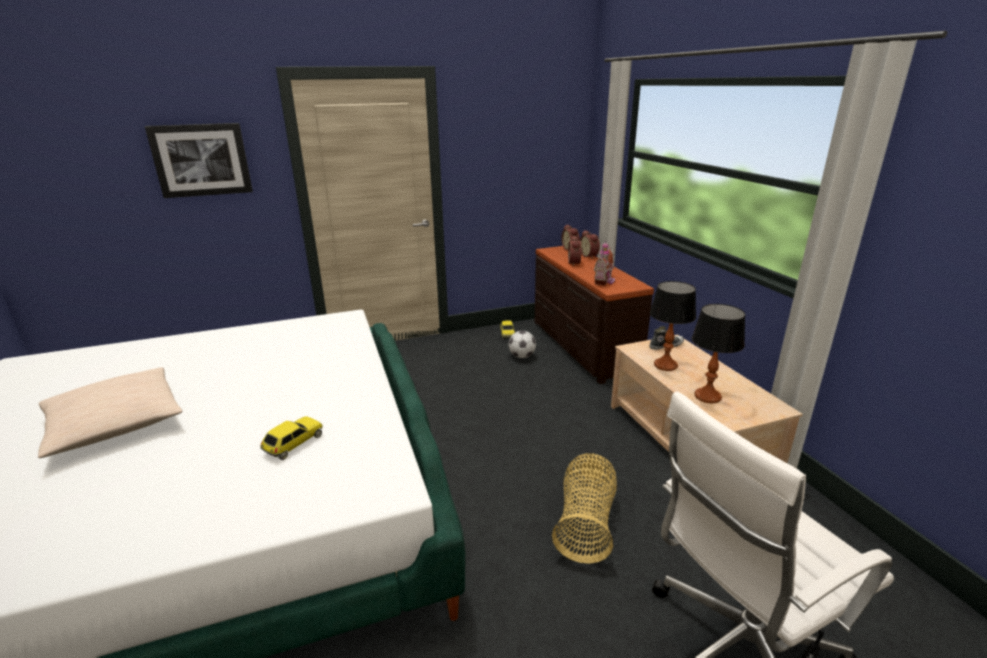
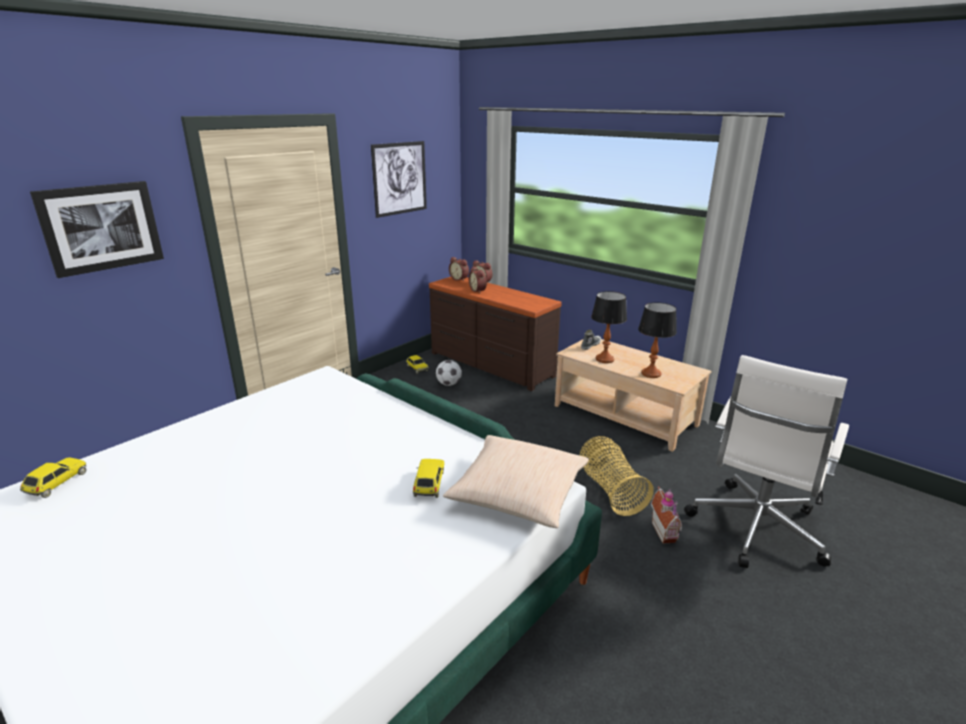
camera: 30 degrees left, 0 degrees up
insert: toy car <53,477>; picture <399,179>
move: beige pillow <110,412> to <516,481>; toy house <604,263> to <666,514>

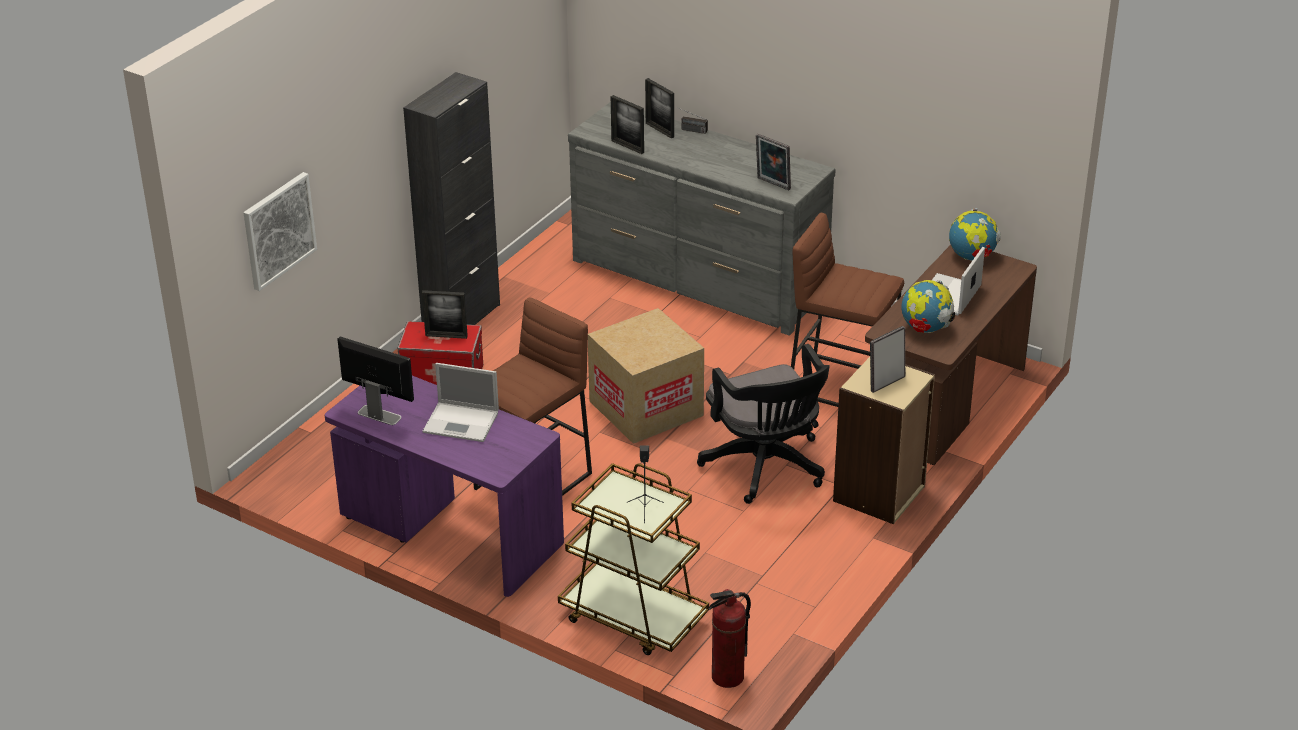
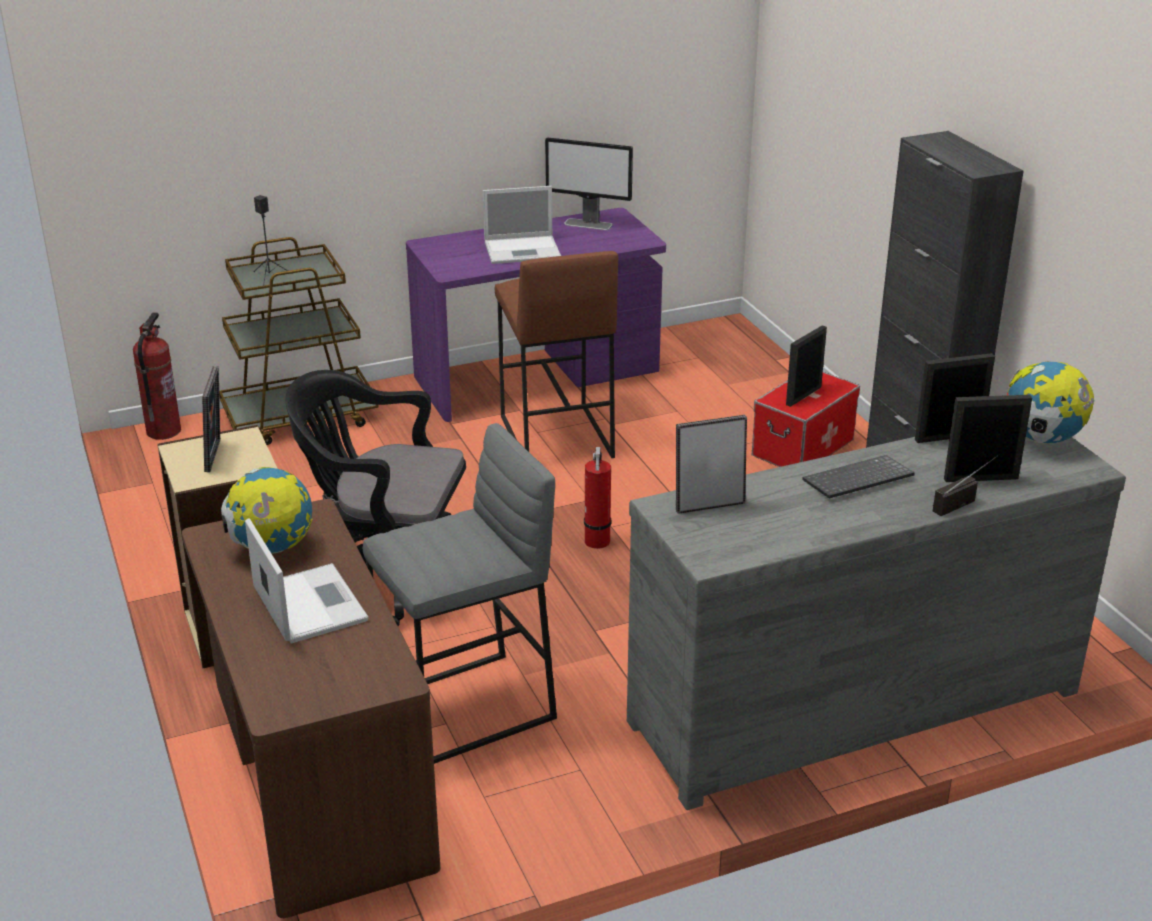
camera: 125 degrees right, 5 degrees down
delete: picture <280,231>
insert: keyboard <858,477>
move: globe <975,234> to <1051,403>
replace: cardboard box <646,376> to fire extinguisher <597,498>
recolor: brown stool <847,310> to grey stool <460,593>
rotate: monitor <375,381> = <589,183> 45 degrees clockwise; laptop <460,402> = <522,225> 150 degrees counterclockwise

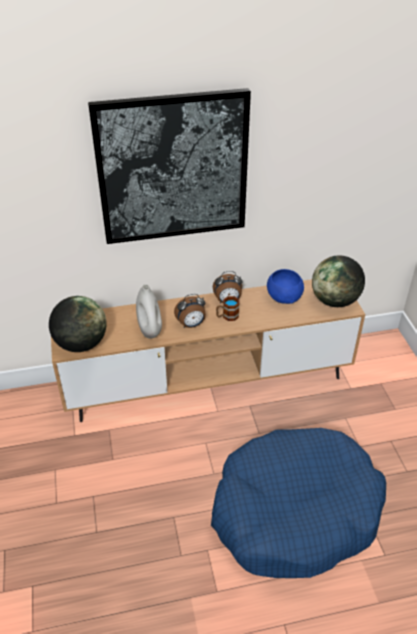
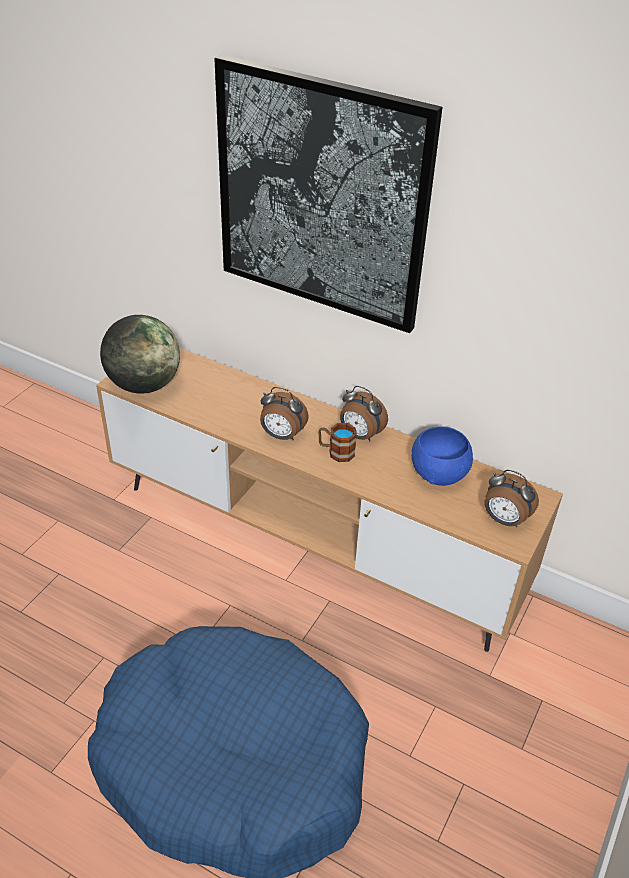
camera: 40 degrees right, 0 degrees up
delete: white vase <149,311>
replace: globe <338,281> to alarm clock <511,498>

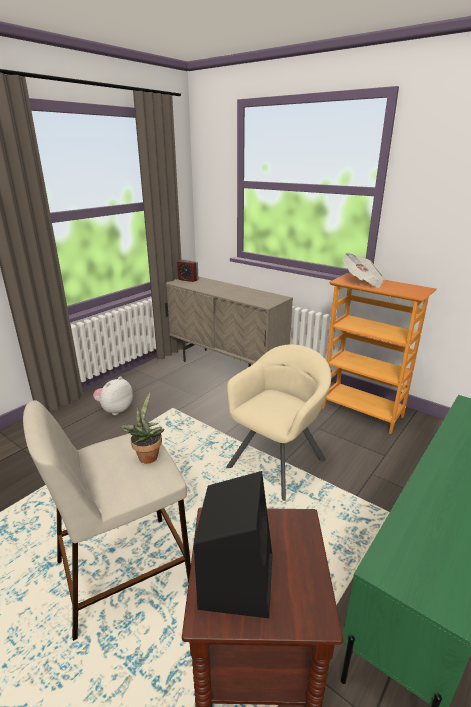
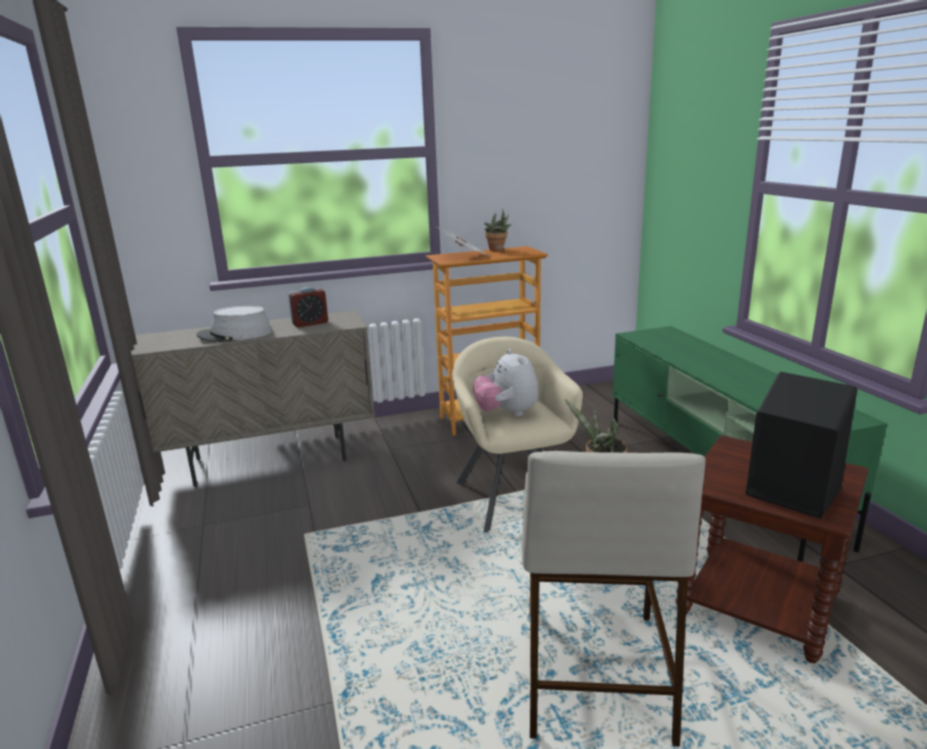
camera: 55 degrees left, 5 degrees down
insert: grey hat <234,324>; potted plant <498,230>
move: plush toy <113,396> to <505,382>; alarm clock <187,270> to <308,307>

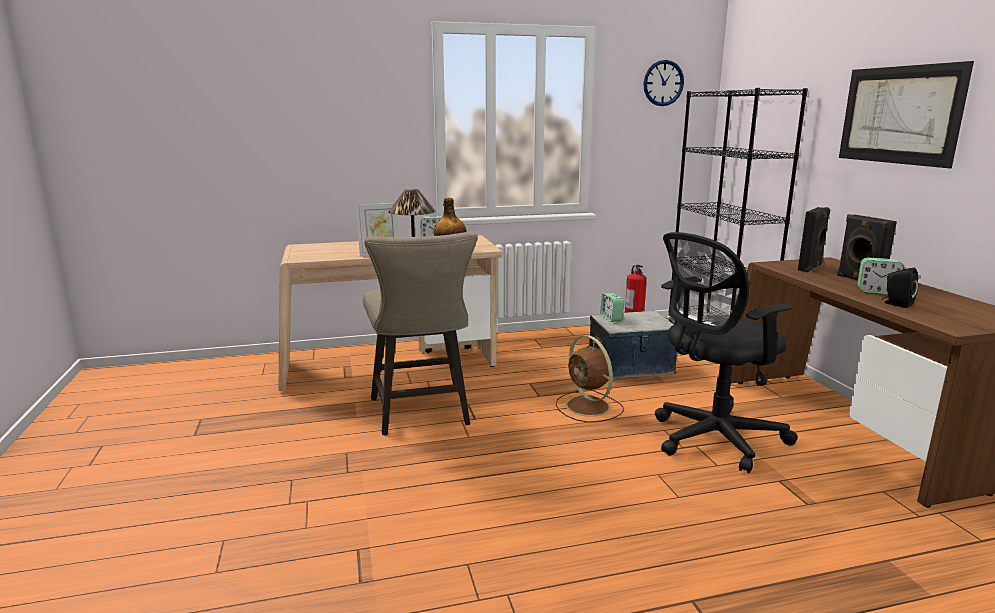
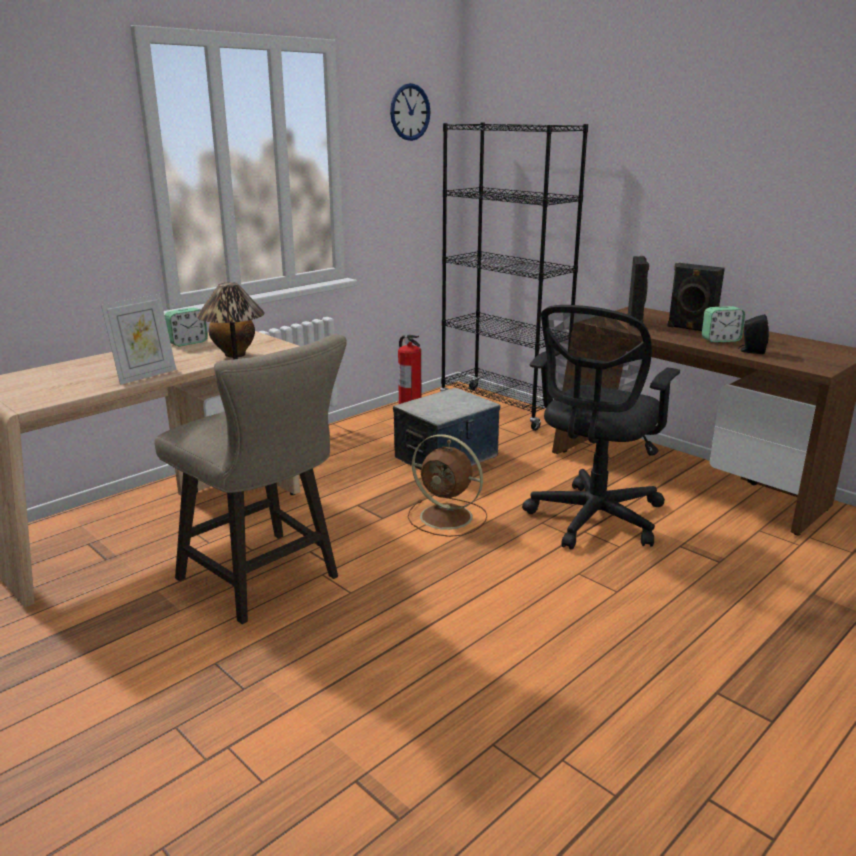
camera: 30 degrees left, 5 degrees up
delete: alarm clock <612,307>; picture <906,114>

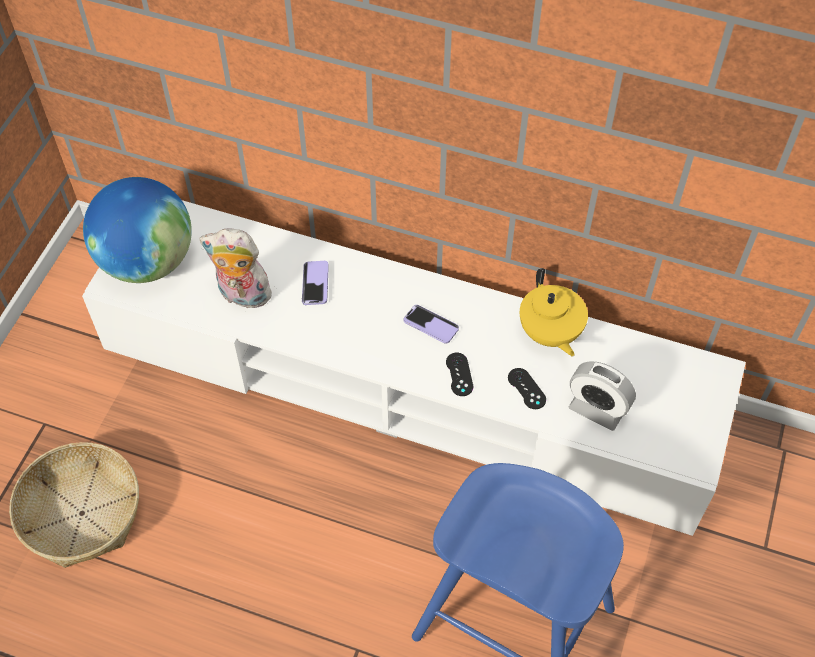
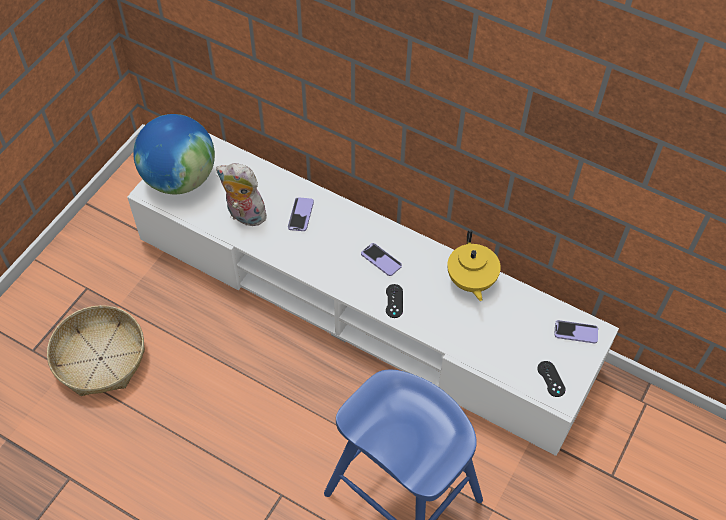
camera: 10 degrees right, 0 degrees up
delete: alarm clock <602,396>
insert: phone <576,331>
move: black game controller <527,388> to <551,379>

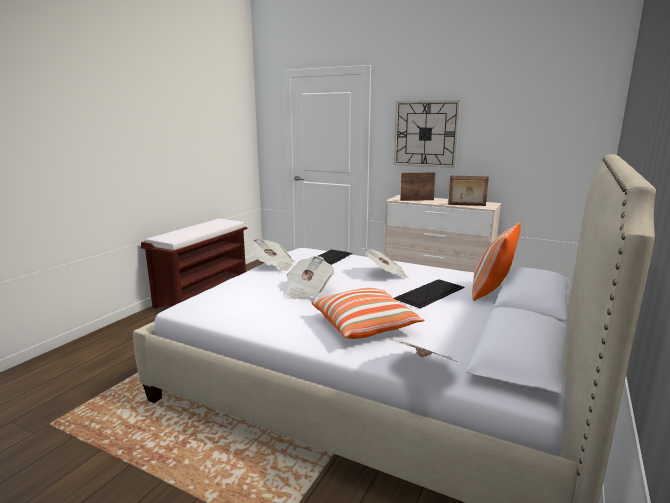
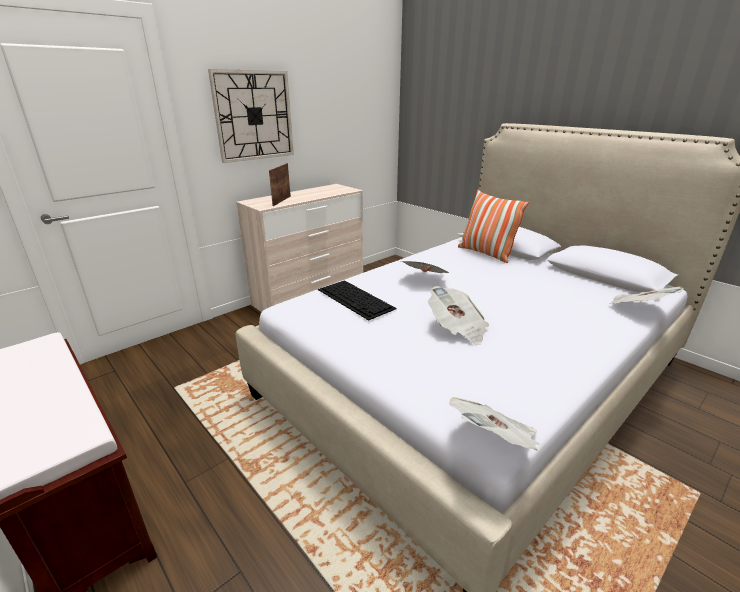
camera: 70 degrees left, 10 degrees up
delete: pillow <367,313>; keyboard <429,293>; picture frame <468,190>
move: newspaper <272,255> to <494,424>

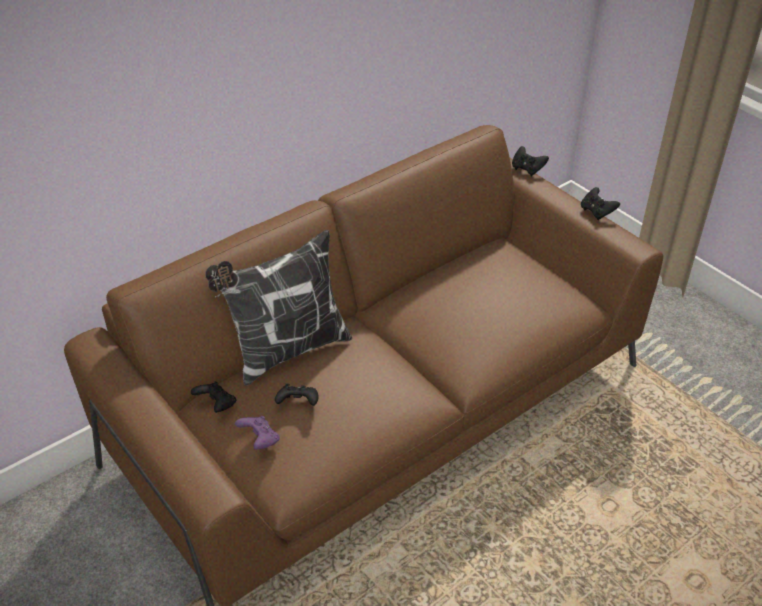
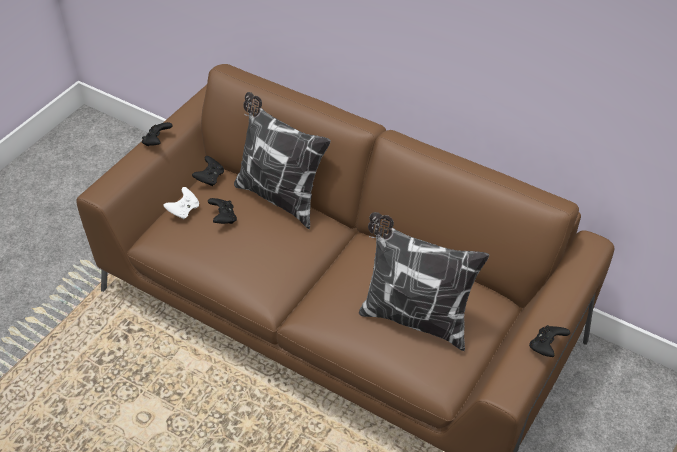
camera: 70 degrees right, 5 degrees up
insert: pillow <424,281>
move: black game controller <530,161> to <157,134>
recolor: purple game controller <257,433> to white game controller <181,203>

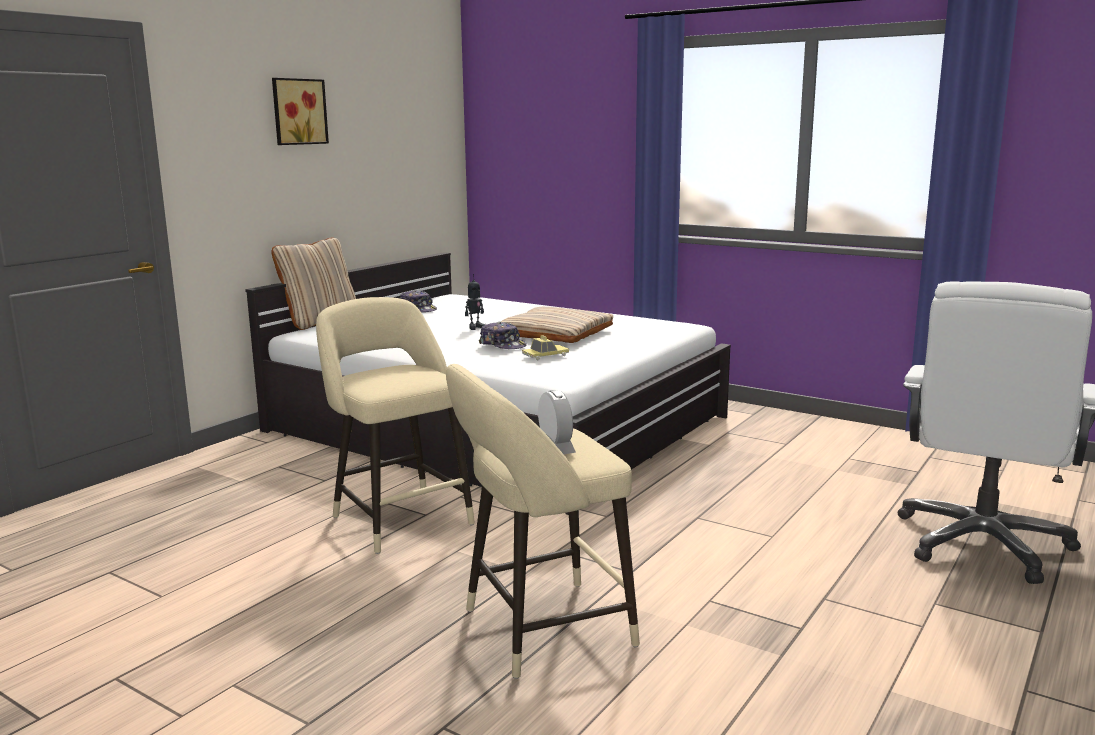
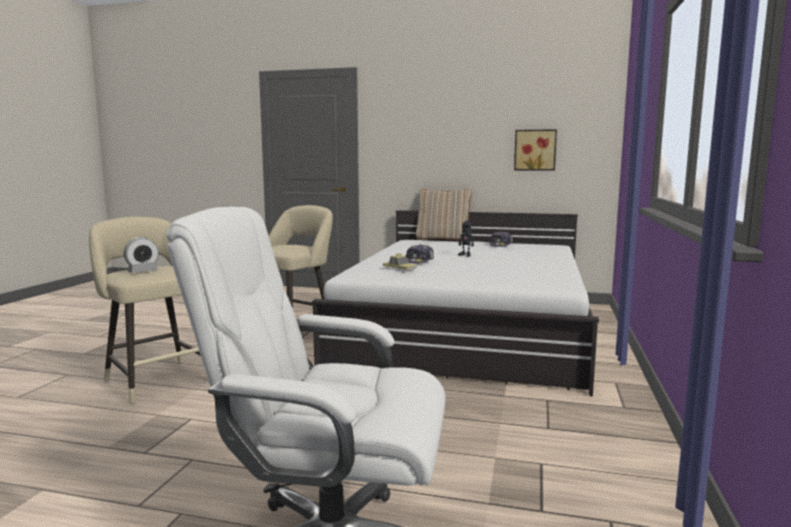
camera: 70 degrees right, 5 degrees down
delete: beige pillow <557,325>
move: picture <300,111> to <535,149>

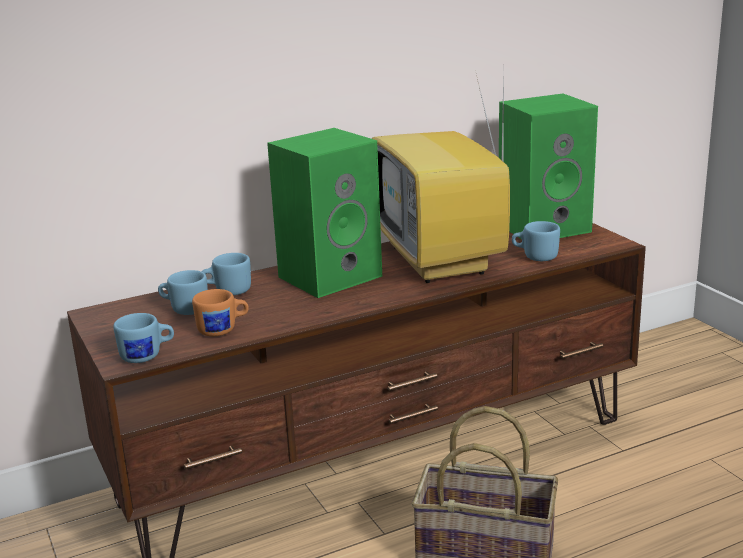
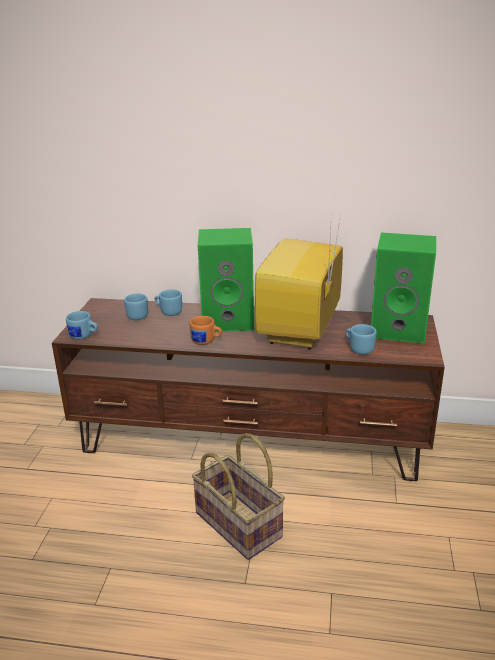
camera: 35 degrees right, 5 degrees up
move: orange mug <220,312> to <205,330>

